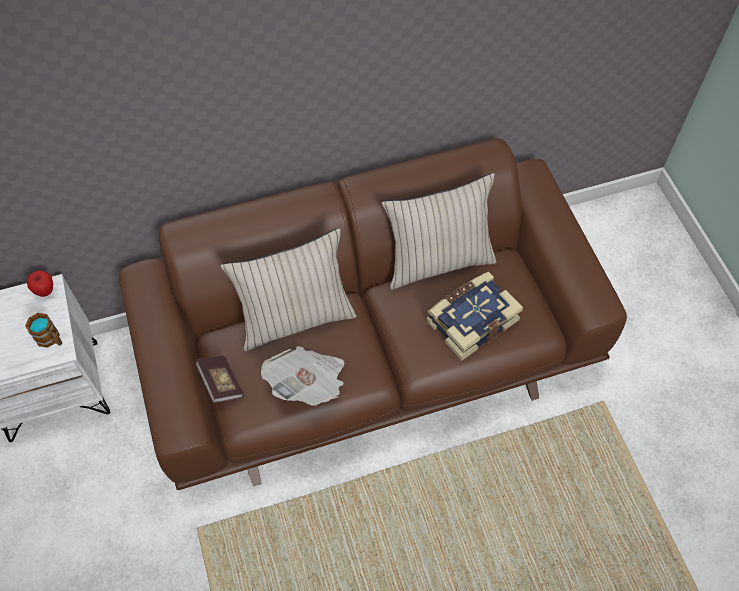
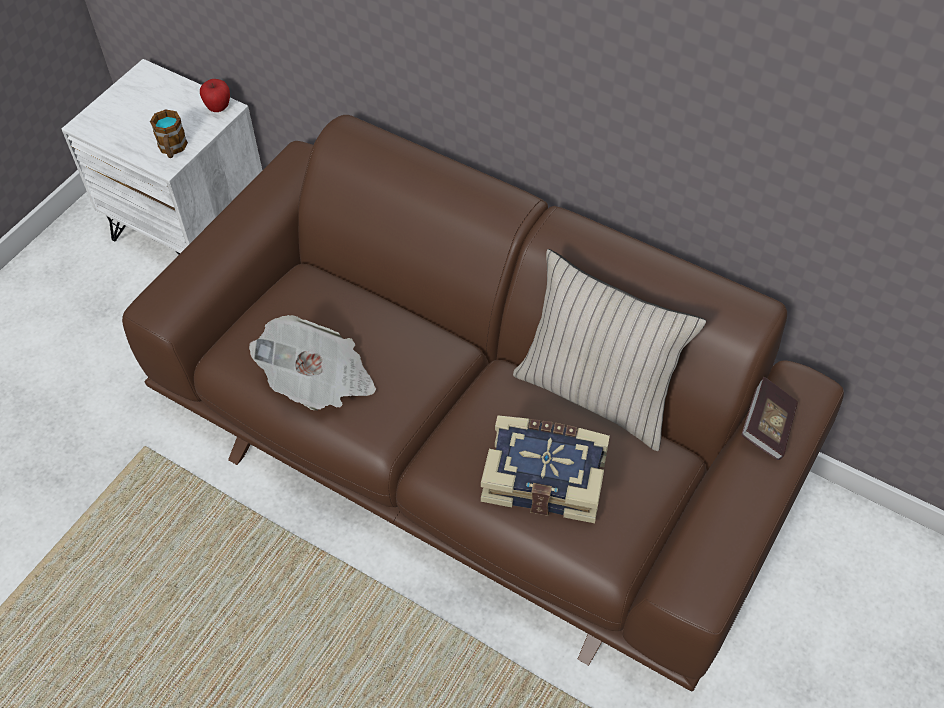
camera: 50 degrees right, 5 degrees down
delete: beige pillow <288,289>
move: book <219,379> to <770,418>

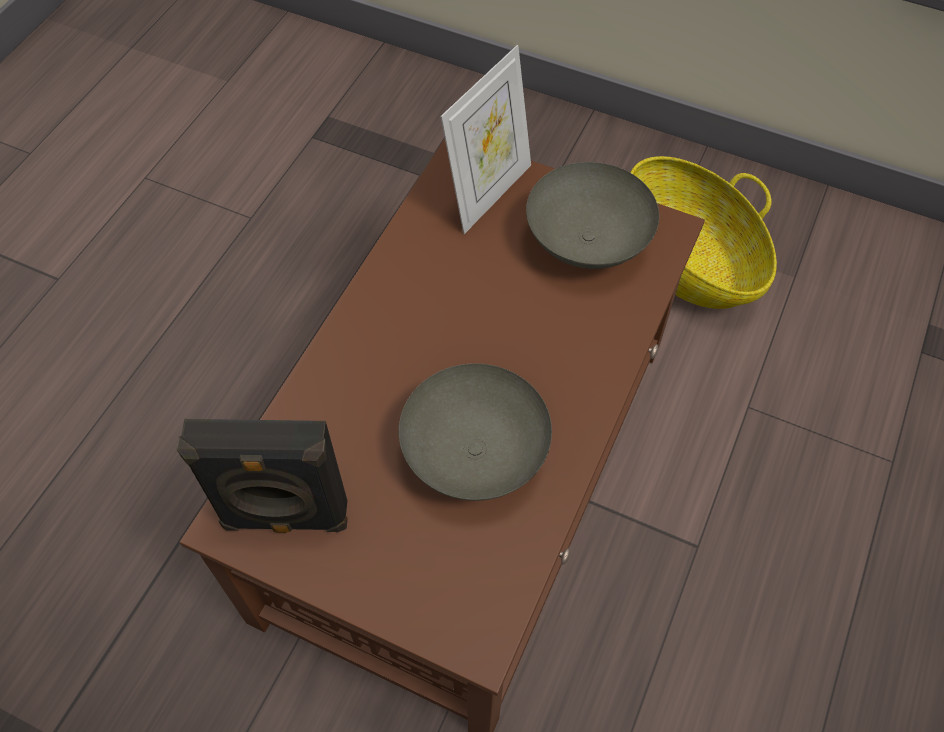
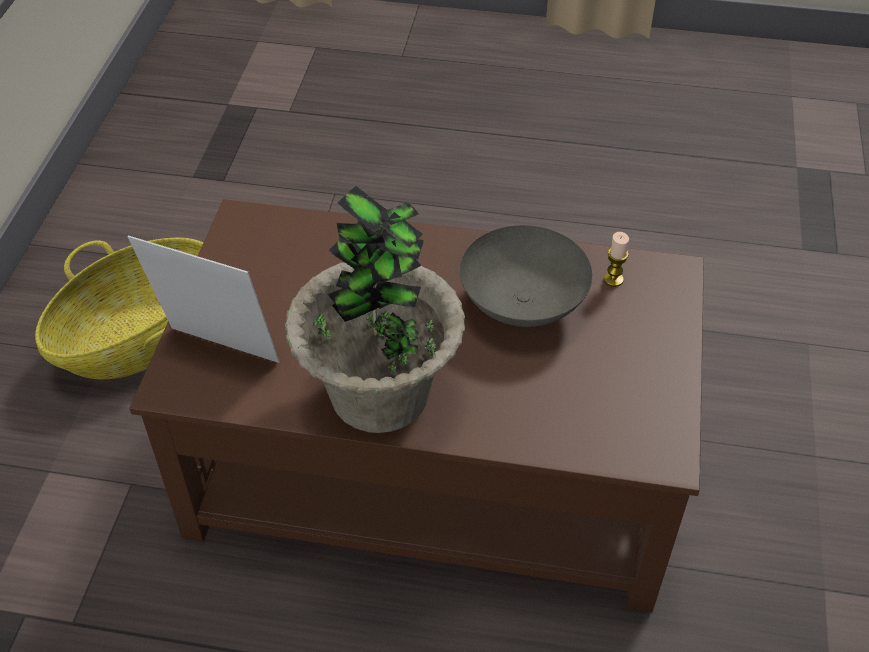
camera: 105 degrees left, 10 degrees down
delete: black speaker <262,476>; grey bowl <592,215>
insert: potted plant <375,309>; candle <616,259>

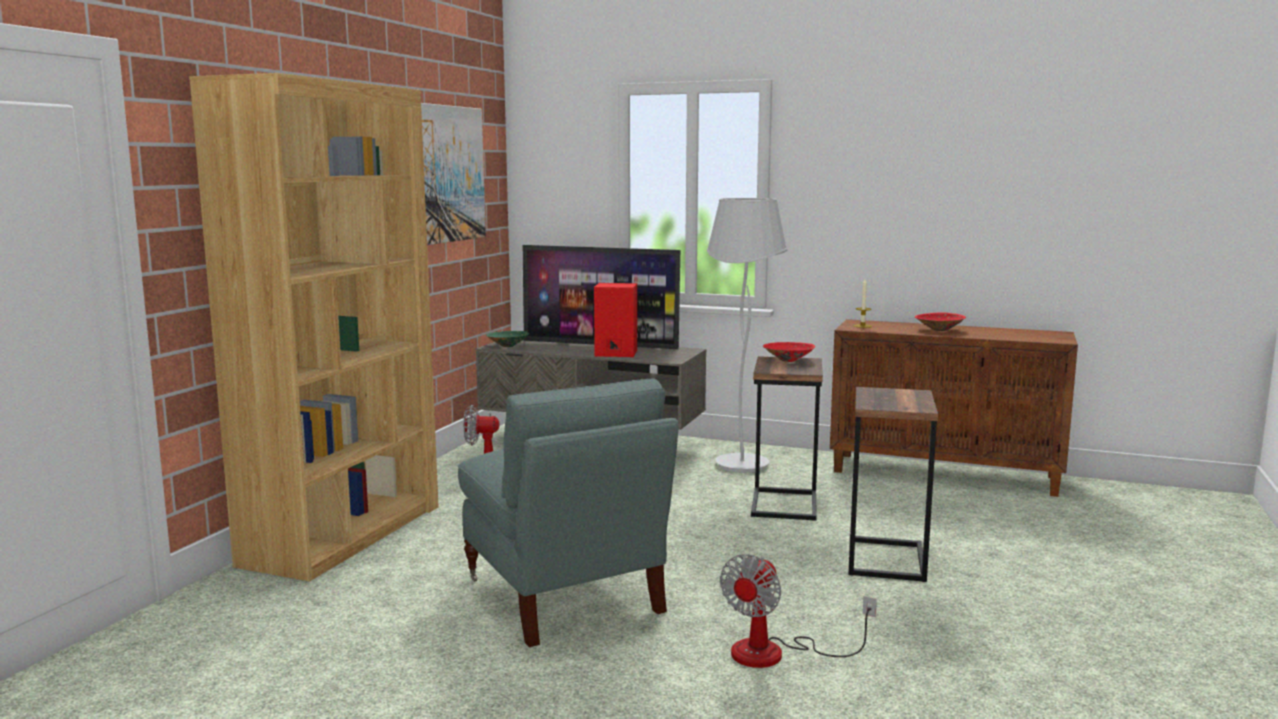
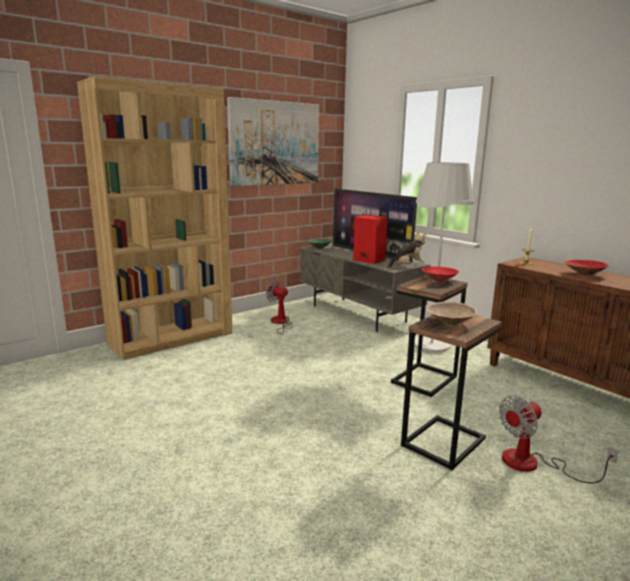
camera: 30 degrees right, 5 degrees up
delete: grey armchair <568,513>
insert: plush toy <407,250>; beige bowl <452,313>
move: fan <798,611> to <559,439>

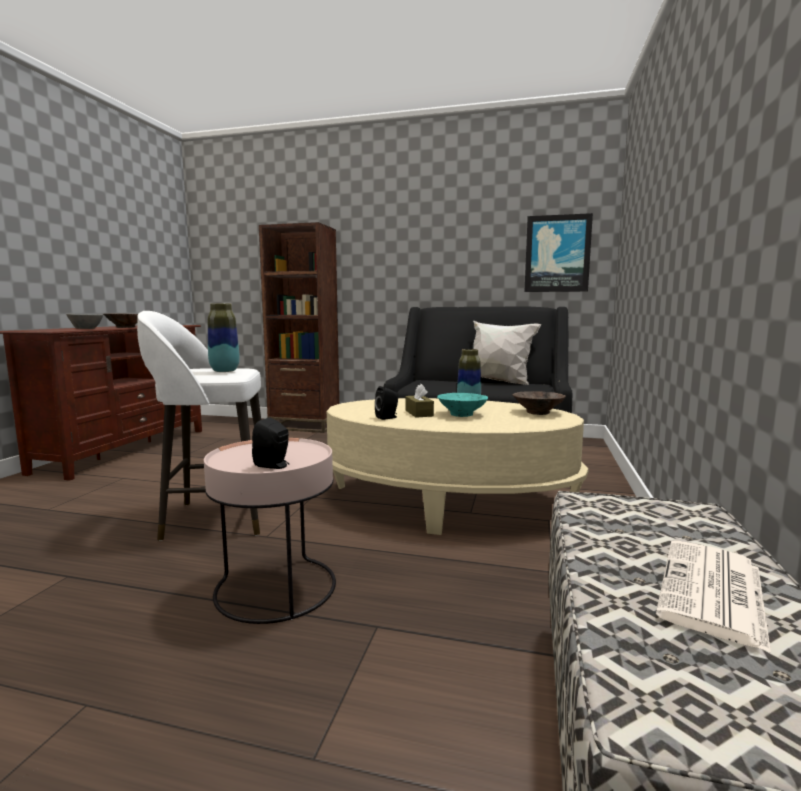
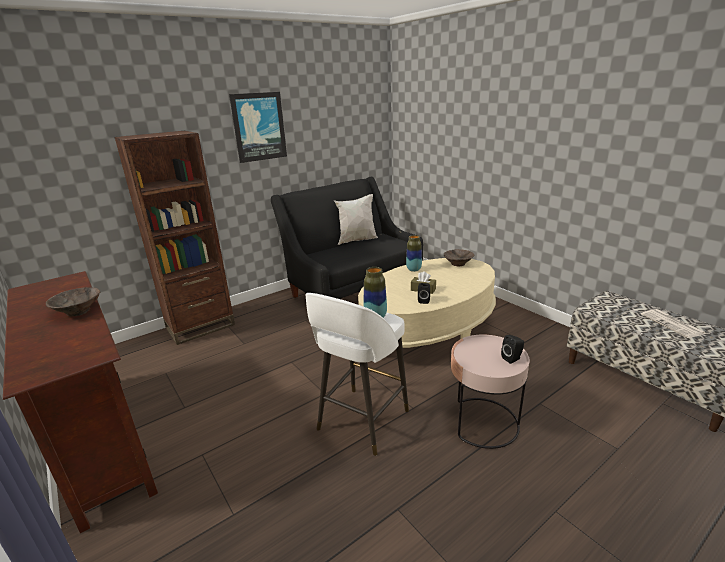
camera: 50 degrees left, 15 degrees up
delete: grey bowl <84,321>; turquoise bowl <462,405>
move: picture <558,252> to <258,127>

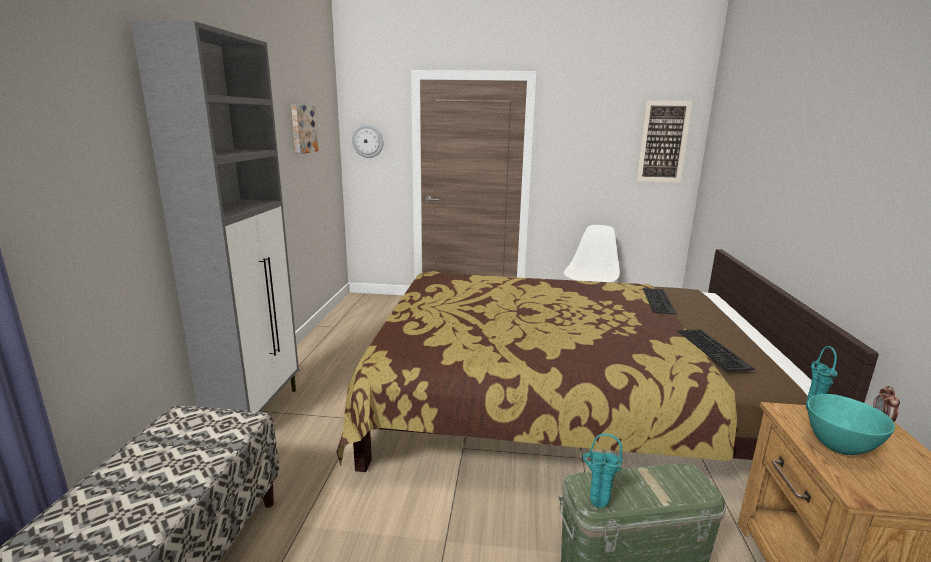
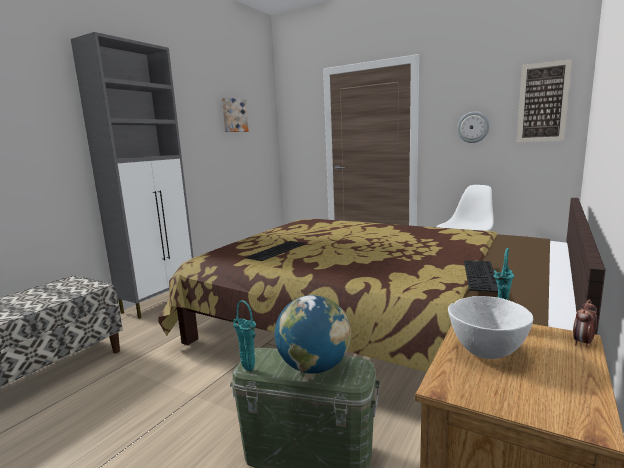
camera: 25 degrees right, 5 degrees down
insert: globe <313,334>
move: wall clock <368,141> to <473,127>; keyboard <660,301> to <276,251>
recolor: turquoise bowl <851,424> to white bowl <490,327>

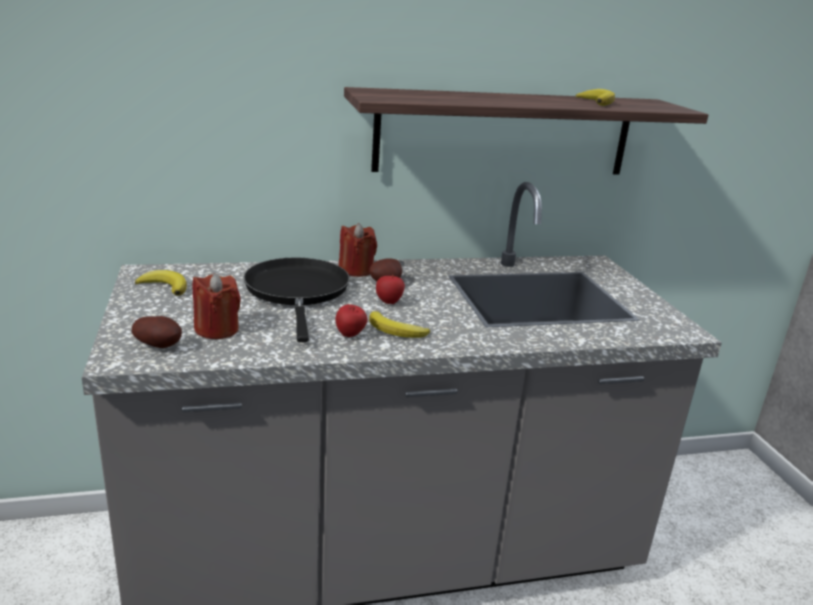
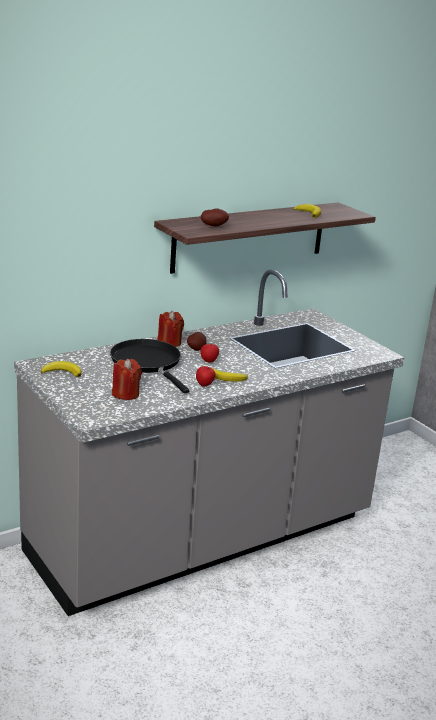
camera: 20 degrees left, 0 degrees up
move: potato <157,332> to <215,217>

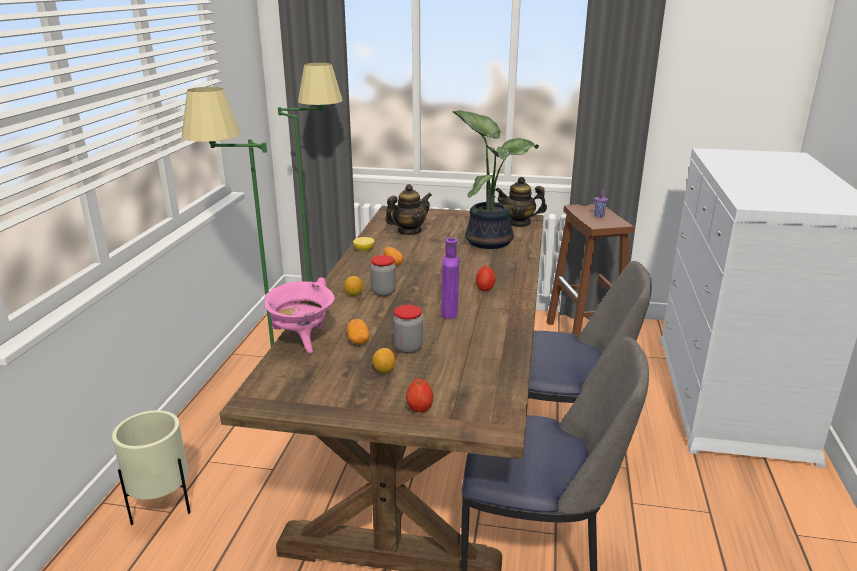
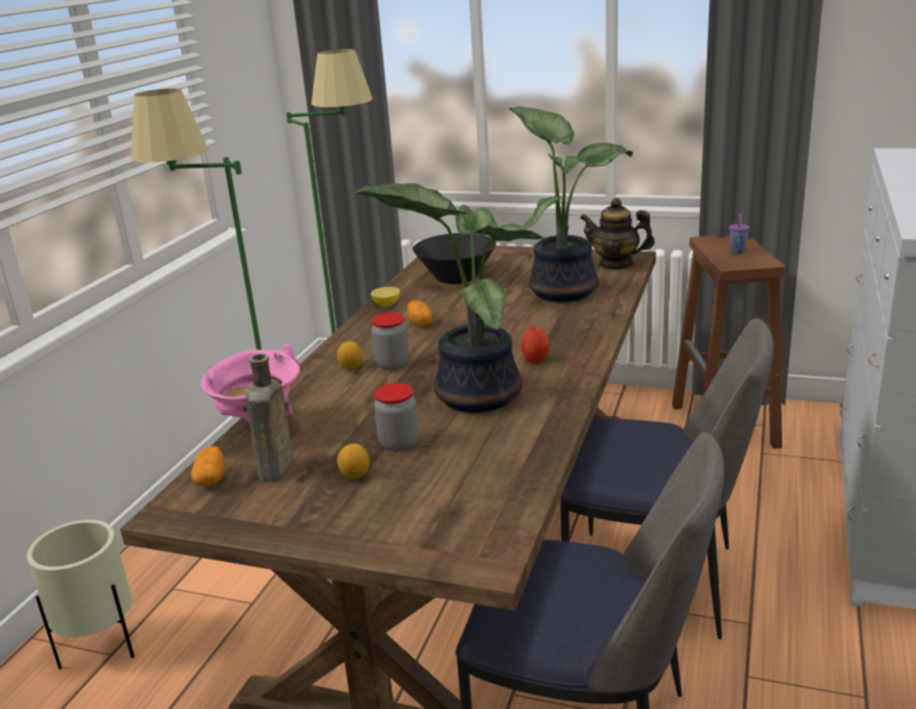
camera: 10 degrees right, 0 degrees up
delete: apple <419,395>
insert: brown bottle <270,418>
move: potato <358,331> to <208,466>
replace: teapot <408,209> to black bowl <454,258>; purple bottle <450,278> to potted plant <451,298>

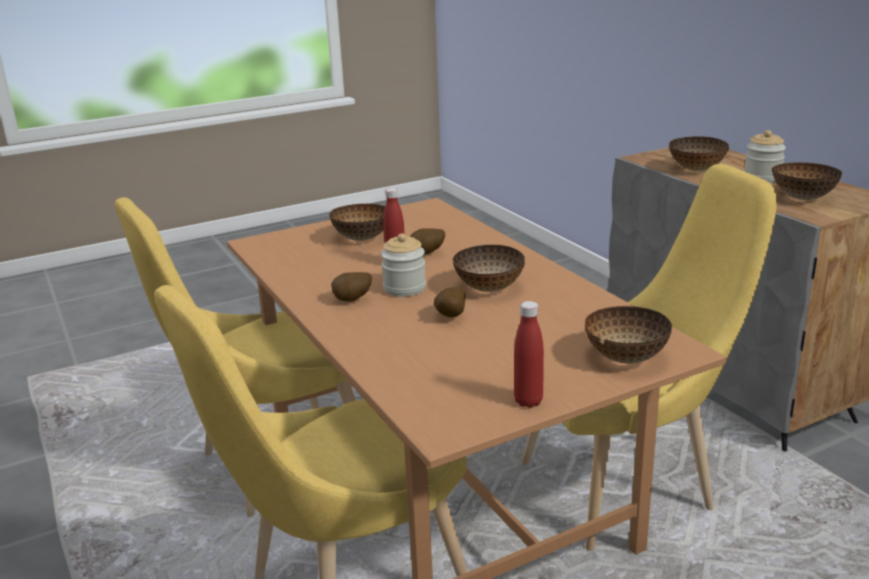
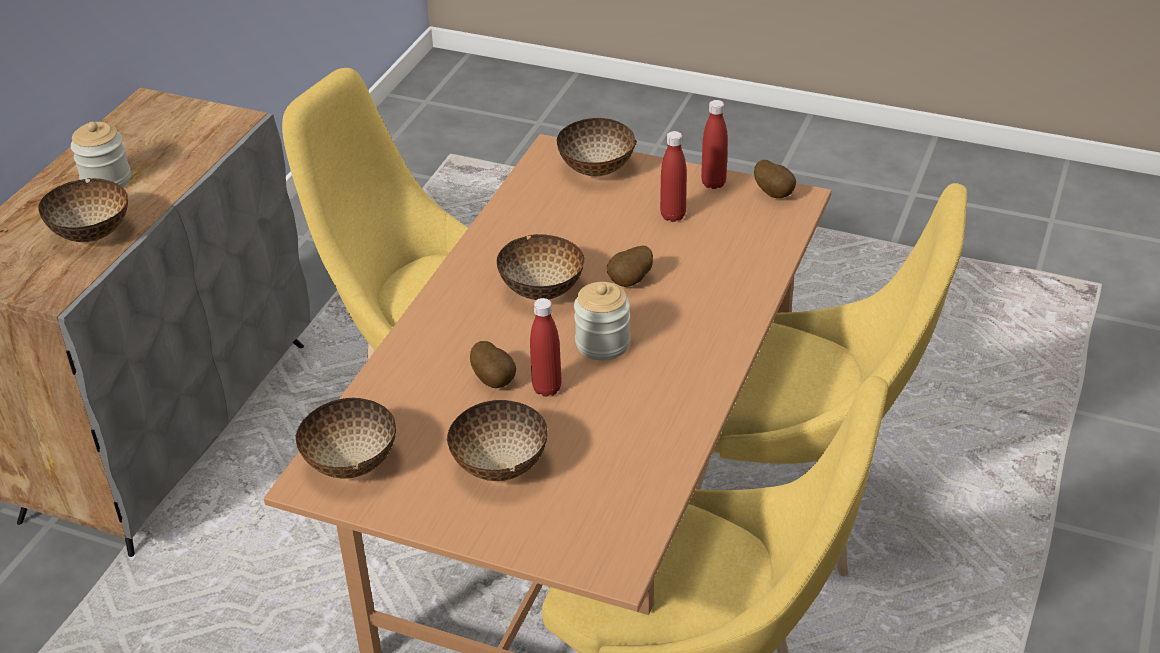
camera: 130 degrees left, 15 degrees up
insert: red bottle <673,176>
move: potato <351,287> to <775,179>; bowl <806,181> to <345,438>

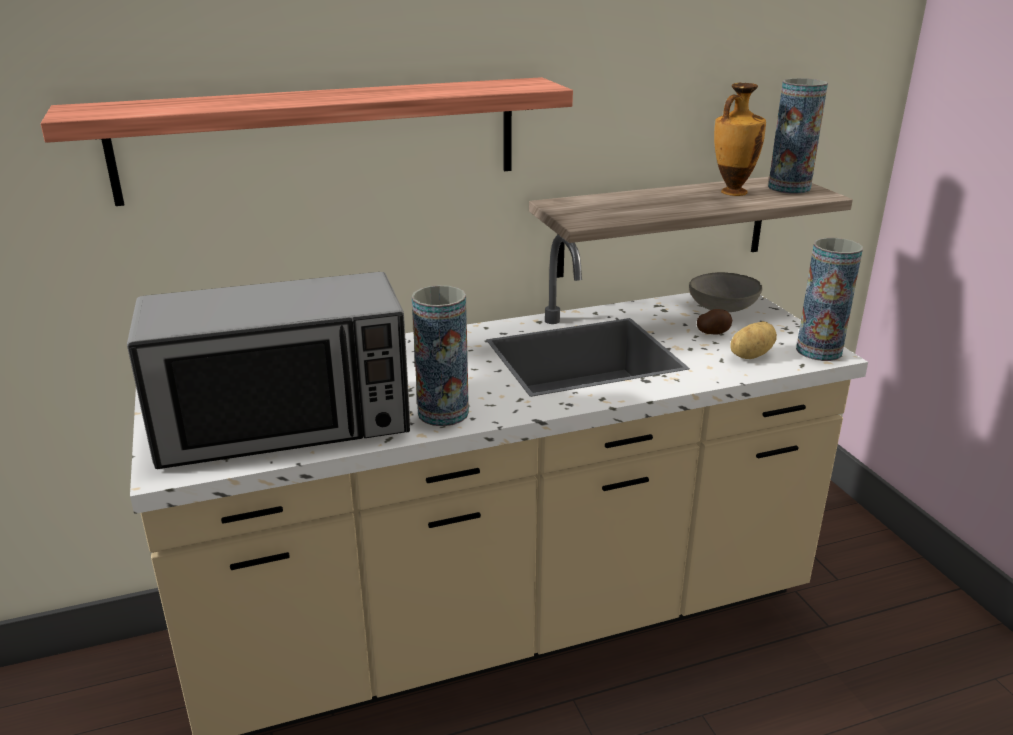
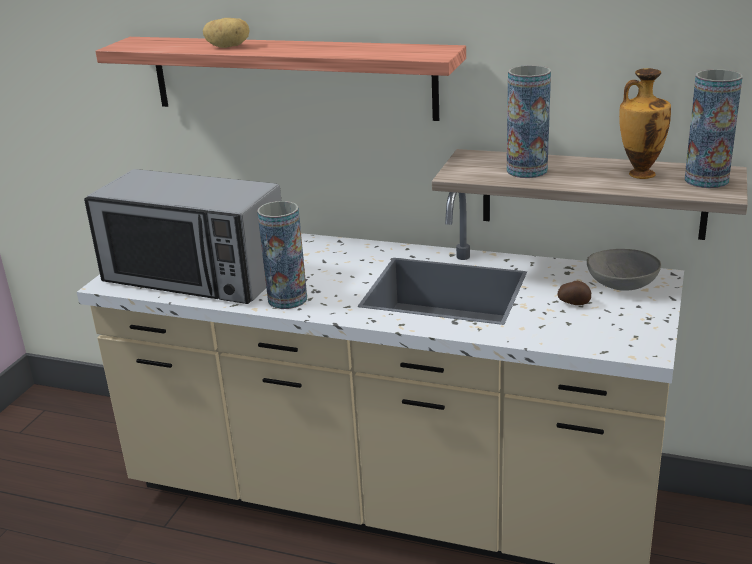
camera: 40 degrees right, 0 degrees up
move: potato <753,340> to <226,33>; vase <829,299> to <529,121>

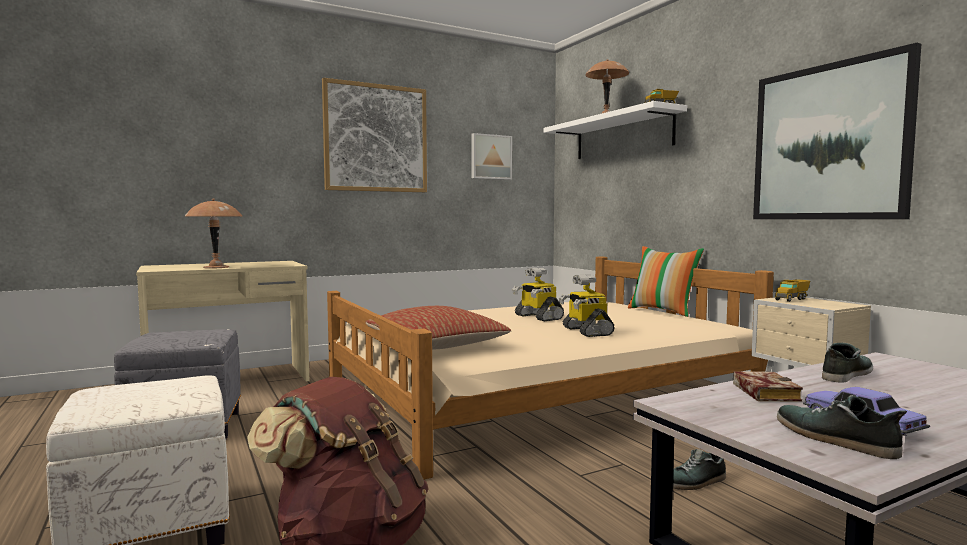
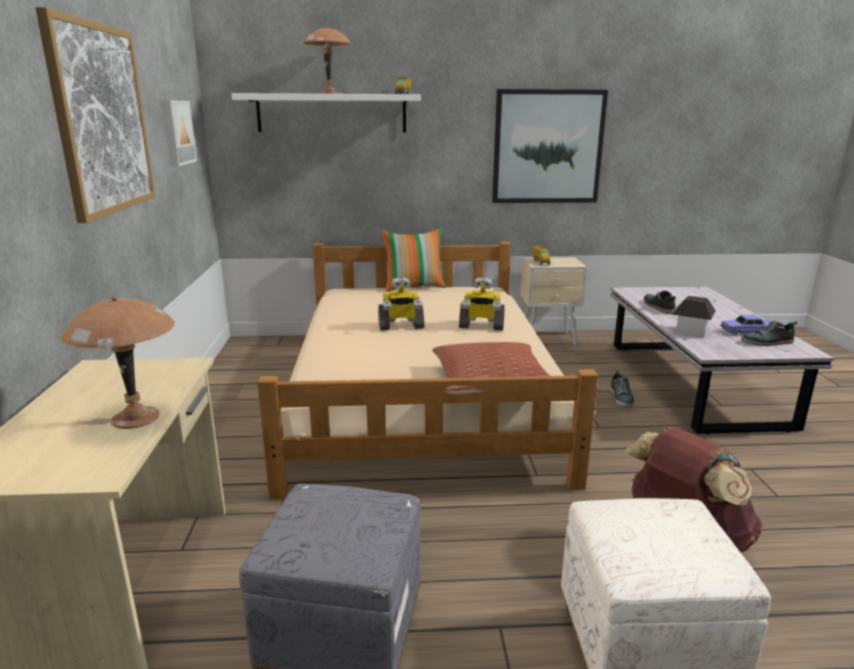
camera: 65 degrees left, 15 degrees up
replace: book <768,386> to toy house <694,317>

